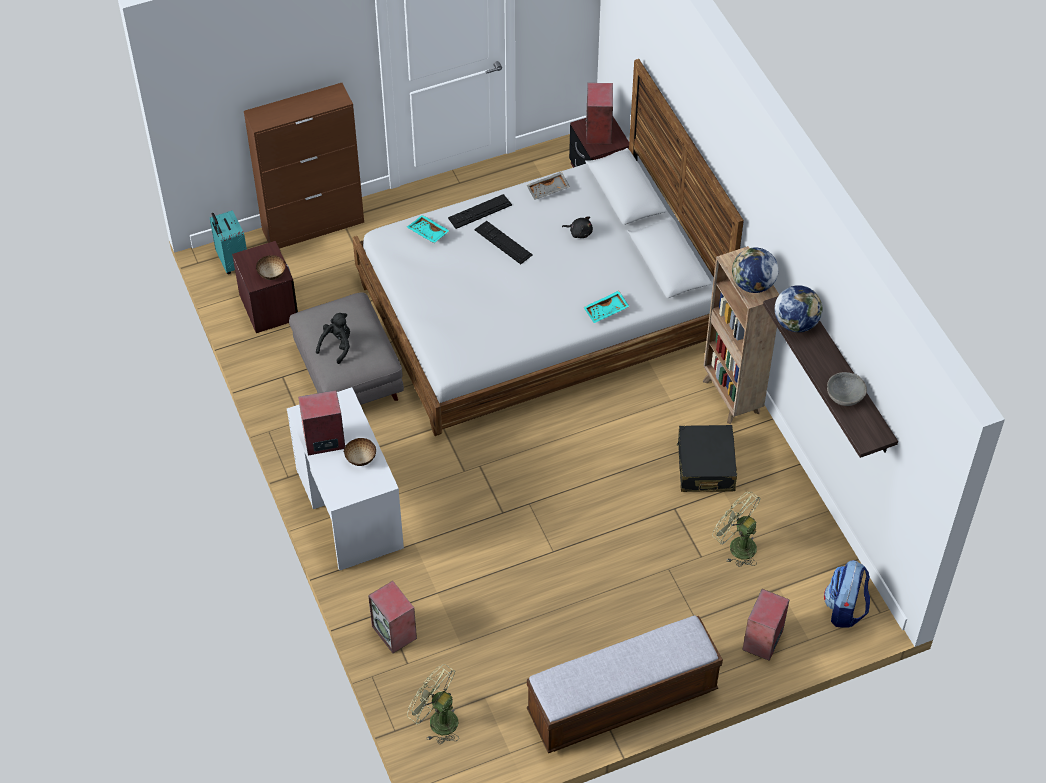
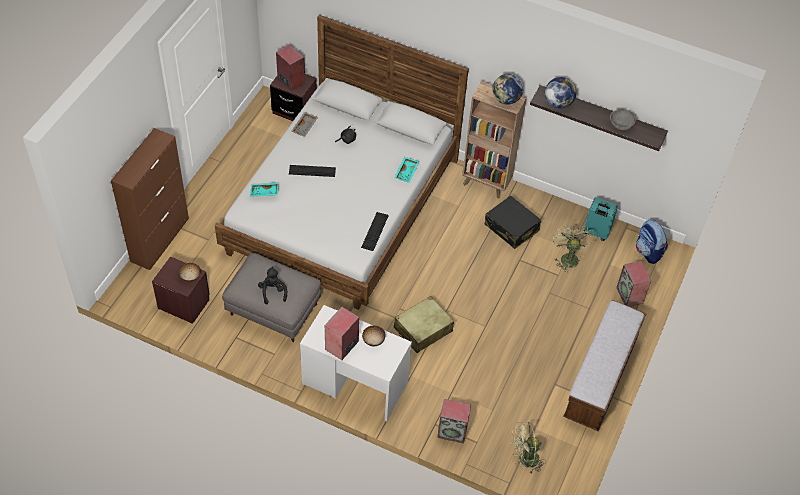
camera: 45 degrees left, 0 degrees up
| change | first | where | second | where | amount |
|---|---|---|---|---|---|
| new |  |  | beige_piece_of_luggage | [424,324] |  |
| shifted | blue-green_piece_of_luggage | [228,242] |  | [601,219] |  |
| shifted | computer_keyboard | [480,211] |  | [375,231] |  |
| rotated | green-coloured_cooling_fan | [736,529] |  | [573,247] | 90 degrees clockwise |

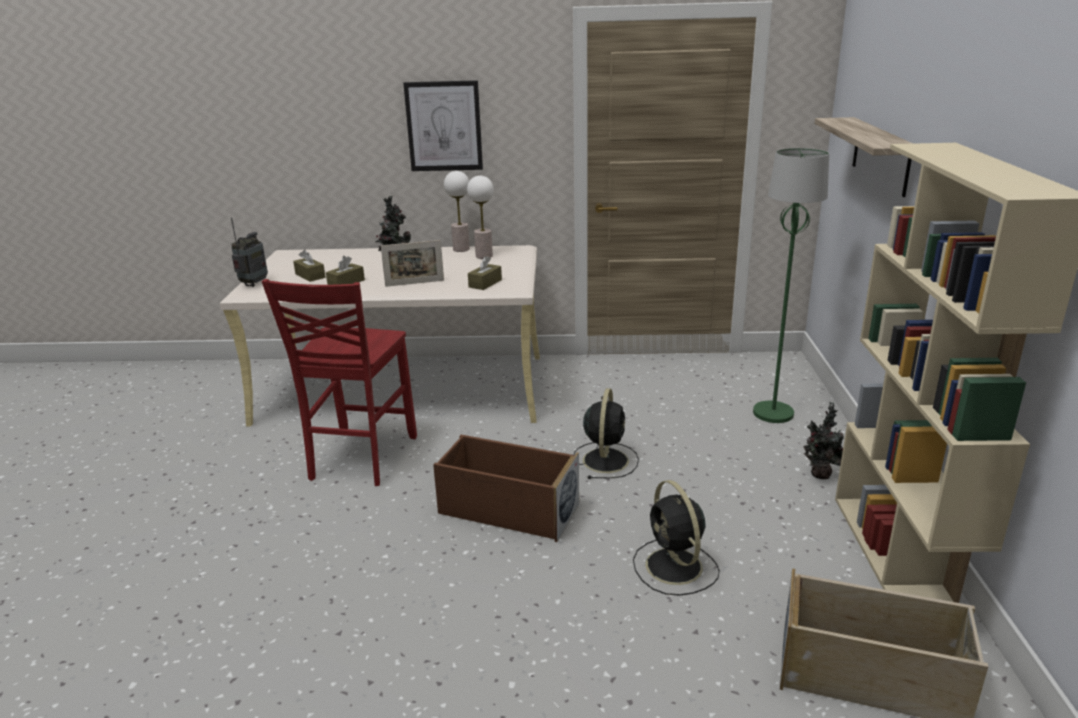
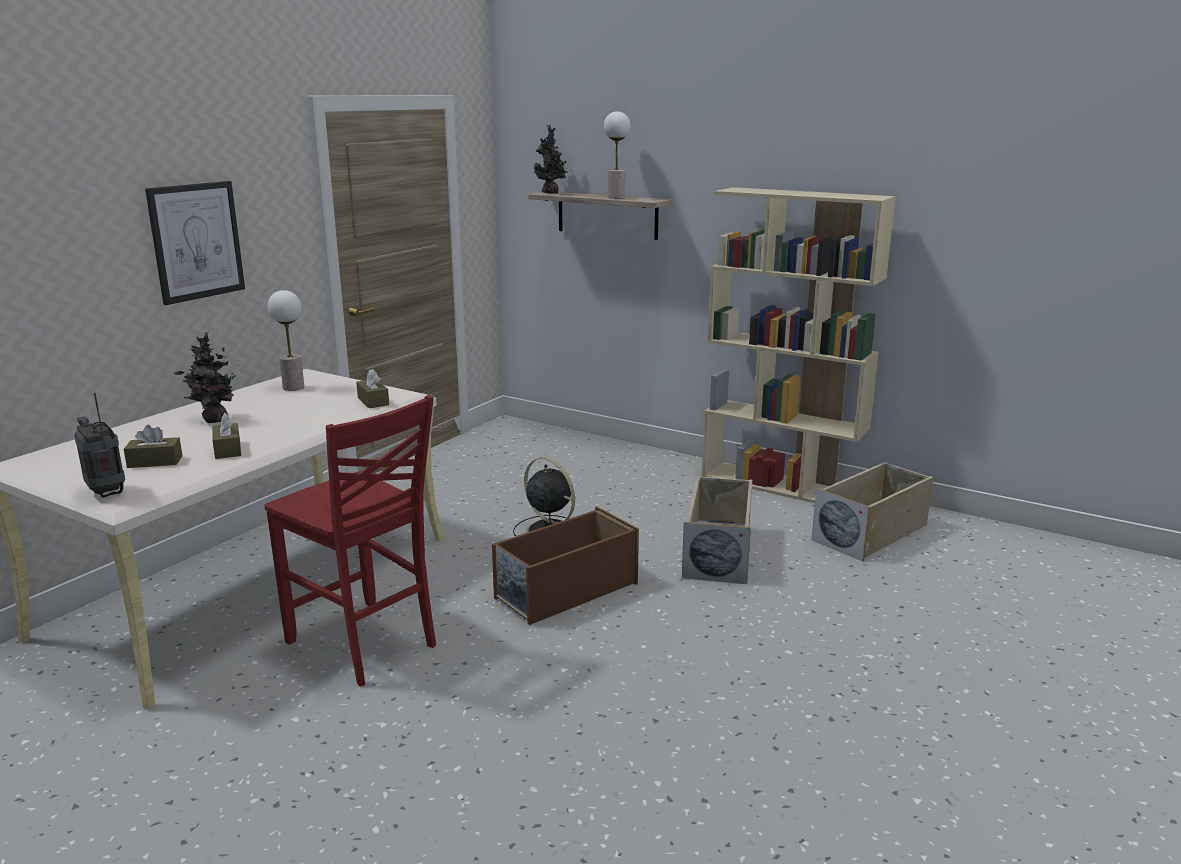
camera: 60 degrees left, 5 degrees down
| change | first | where | second | where | amount |
|---|---|---|---|---|---|
| gone | photo_frame | [412,263] |  |  |  |
| gone | green-coloured_standard_lamp | [791,285] |  |  |  |
| shifted | lamp_for_a_table | [457,211] |  | [617,155] |  |
| shifted | potted_plant | [824,440] |  | [551,159] |  |
| swapped | black-coloured_cooling_fan | [676,538] | beige_storage_box | [717,530] |  |

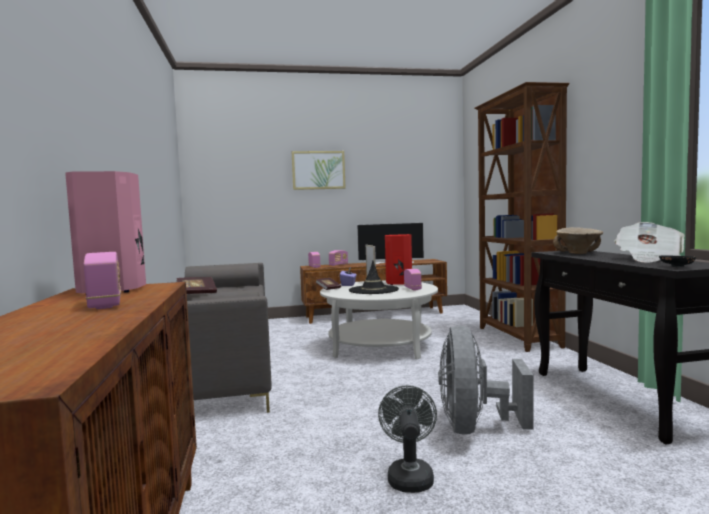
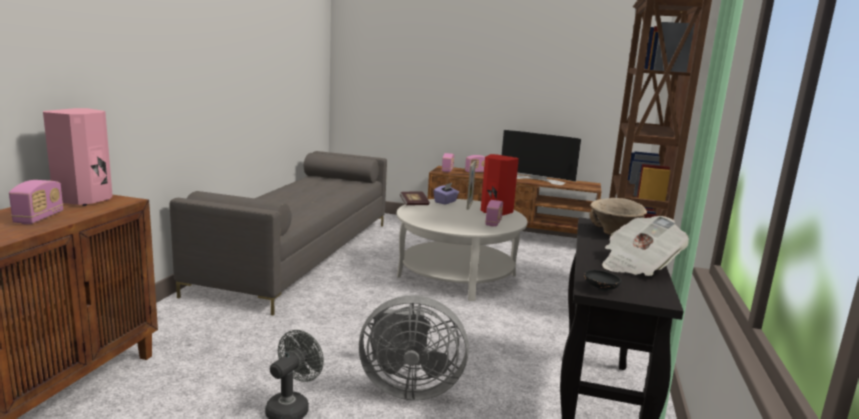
camera: 25 degrees right, 10 degrees up
| change | first | where | second | where | amount |
|---|---|---|---|---|---|
| gone | book | [196,285] |  |  |  |
| gone | picture | [319,170] |  |  |  |
| gone | black-coloured_clothing_hat | [374,277] |  |  |  |
| rotated | greyish_cooling_fan | [485,380] |  | [414,347] | 120 degrees counterclockwise |

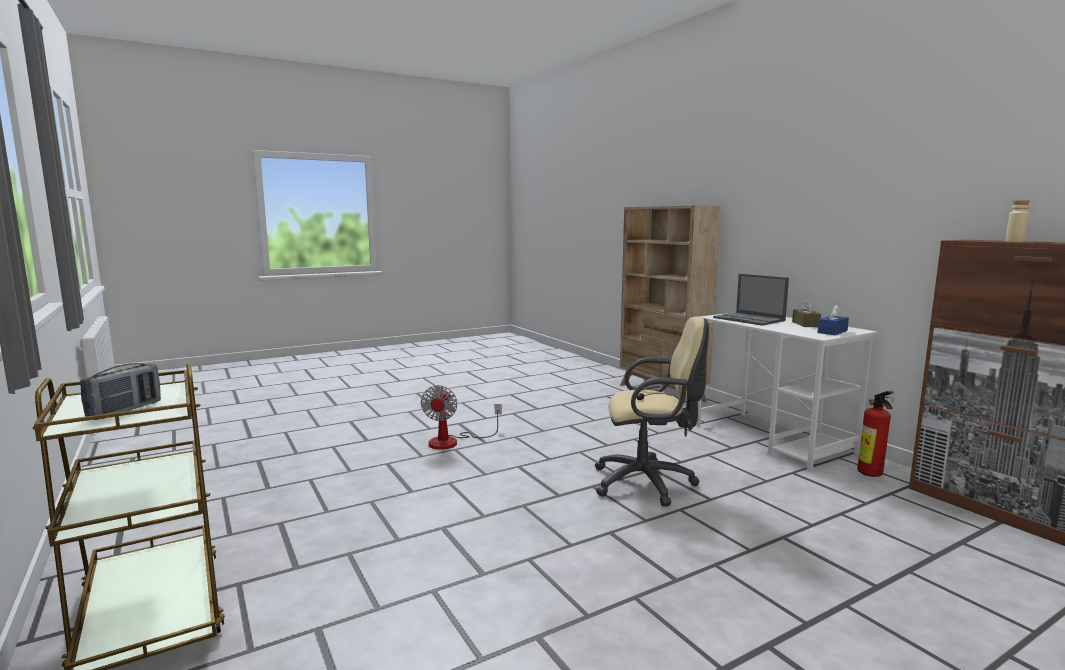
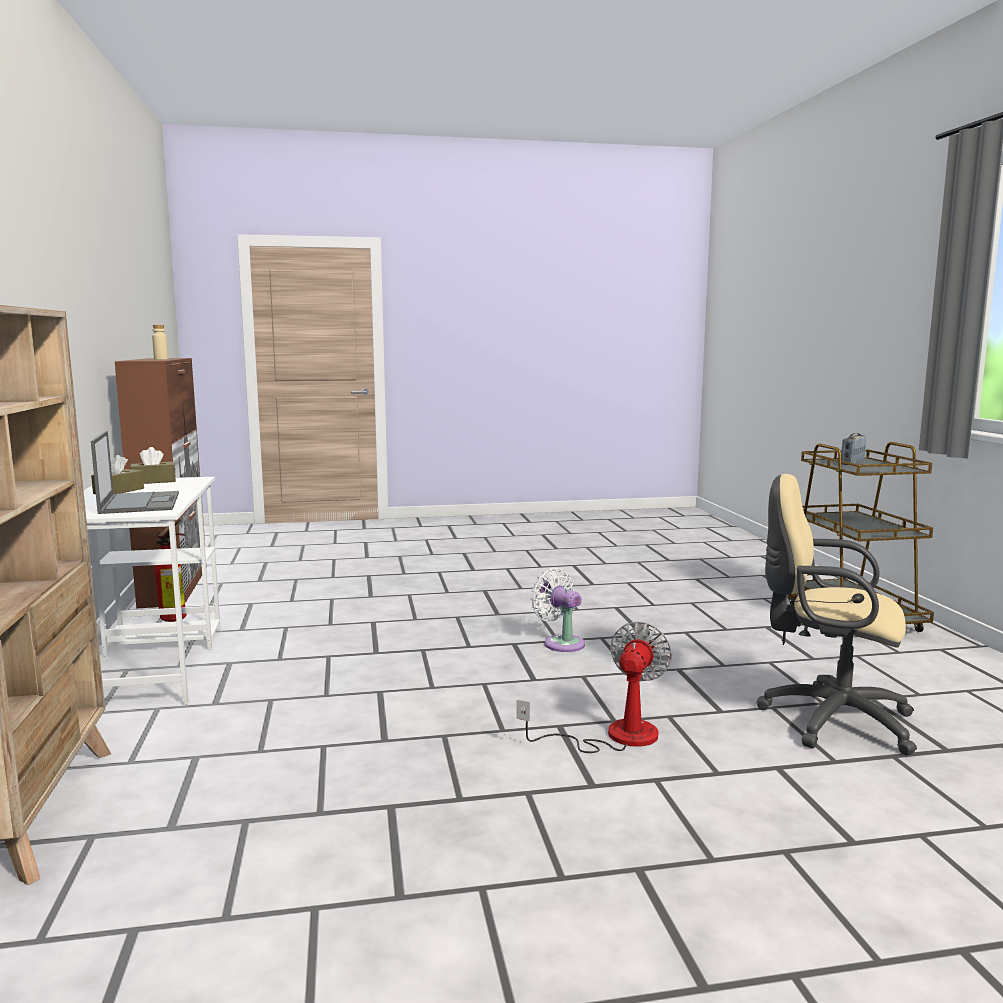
camera: 160 degrees left, 0 degrees up
| change | first | where | second | where | amount |
|---|---|---|---|---|---|
| new |  |  | white-coloured_cooling_fan | [557,610] |  |
| shifted | beige_computer_chair | [652,411] |  | [836,614] |  |
| repainted | bluish_tissue_box | [833,320] | brownish_tissue_box | [153,465] |  |

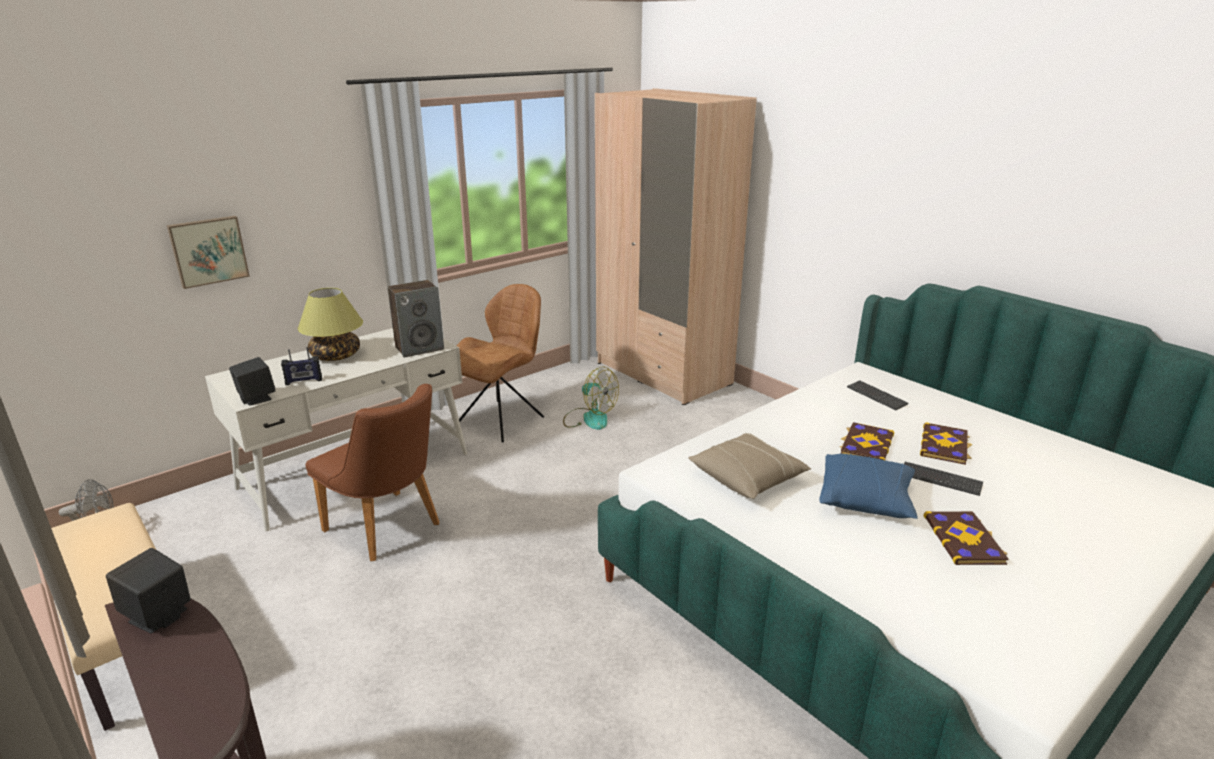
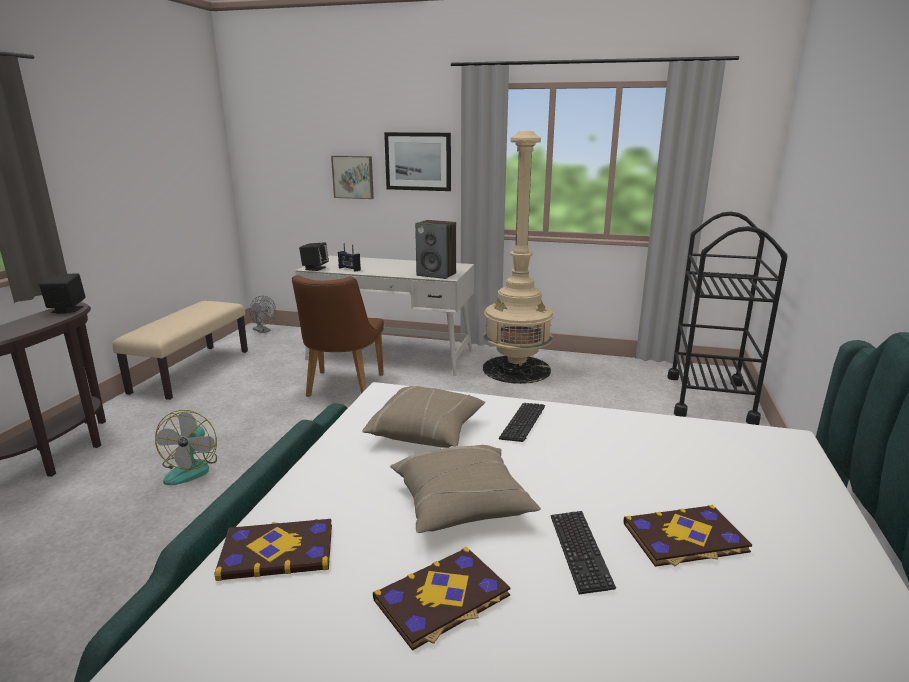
camera: 55 degrees right, 5 degrees down
| change | first | where | second | where | amount |
|---|---|---|---|---|---|
| gone | lamp_for_a_table | [330,324] |  |  |  |
| new |  |  | picture | [417,161] |  |
| shifted | cooling_fan | [591,398] |  | [186,447] |  |
| shifted | book | [867,441] |  | [273,550] |  |
| shifted | computer_keyboard | [878,395] |  | [522,422] |  |
| swapped | brownish_upright_chair | [500,363] | beige_standard_lamp | [518,257] |  |
| swapped | beige_armoire | [676,246] | black-coloured_cart | [727,318] |  |
| repainted | bluish_throw_pillow | [868,486] | beige_throw_pillow | [465,489] |  |

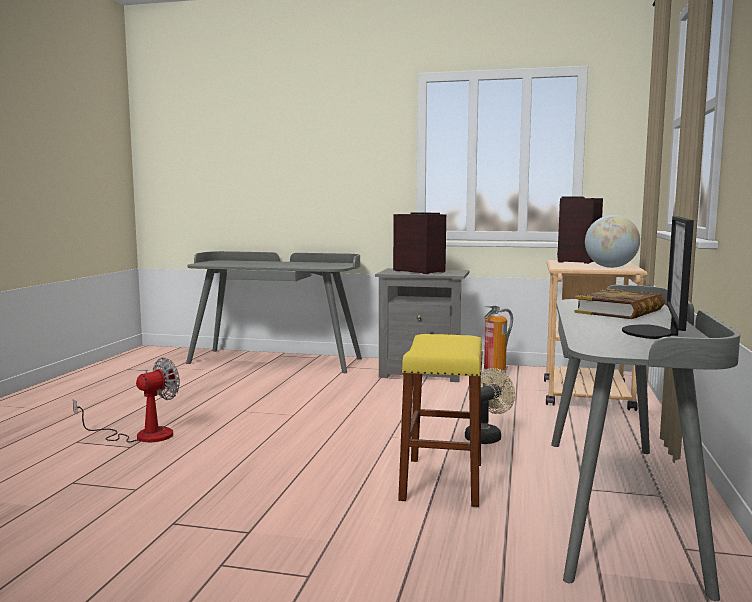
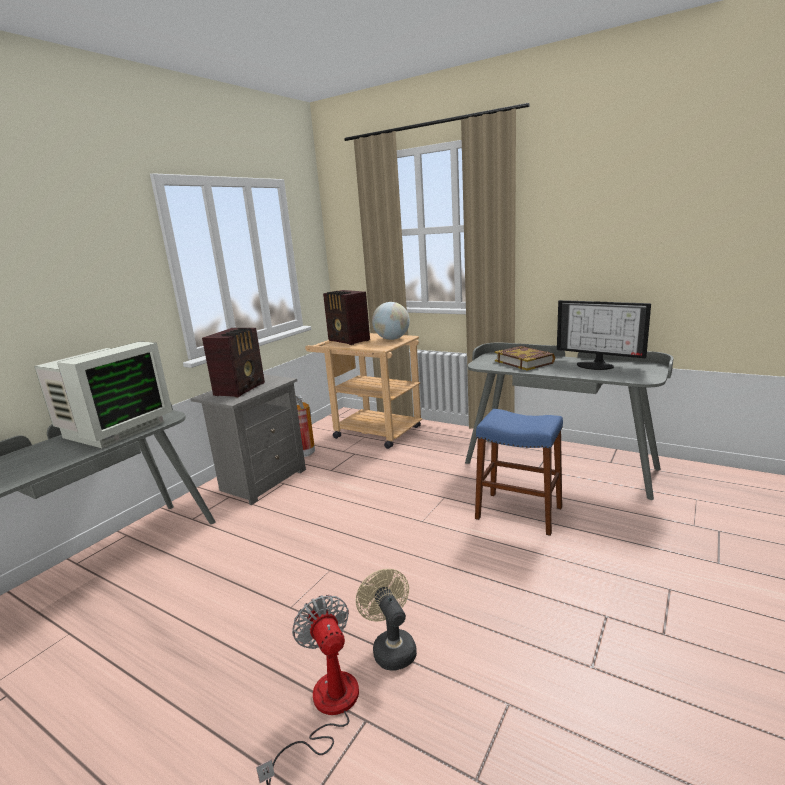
camera: 70 degrees left, 10 degrees up
| change | first | where | second | where | amount |
|---|---|---|---|---|---|
| new |  |  | computer_display | [103,394] |  |
| shifted | beige_cooling_fan | [490,406] |  | [386,620] |  |
| repainted | yellowish_stool_seat | [440,420] | bluish_stool_seat | [519,472] |  |
| rotated | radio_receiver | [419,243] |  | [233,362] | 135 degrees clockwise |

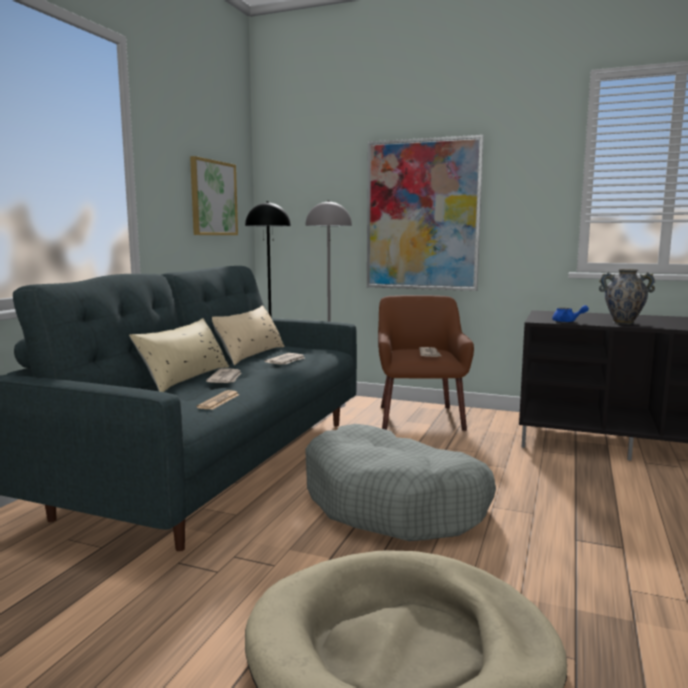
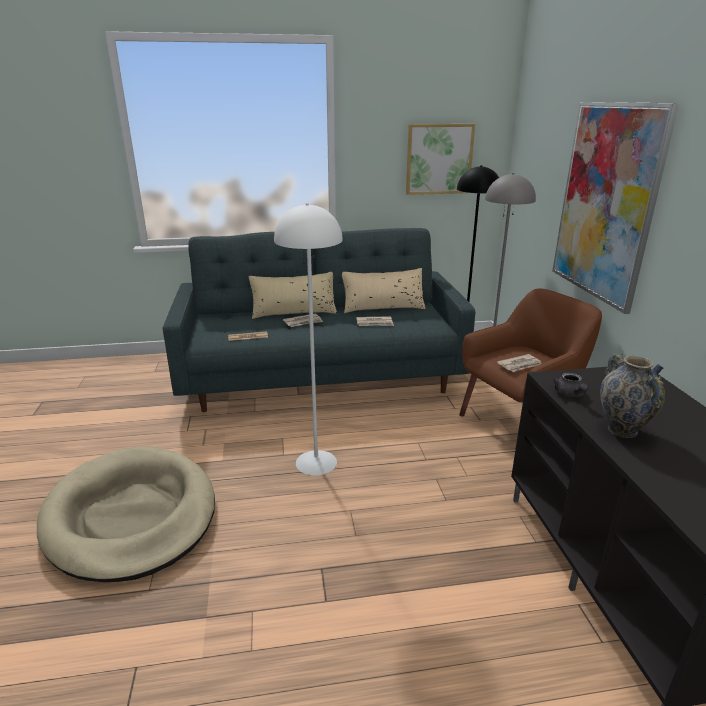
camera: 60 degrees right, 15 degrees up
| change | first | where | second | where | amount |
|---|---|---|---|---|---|
| swapped | greyish_pet_bed | [400,482] | white-coloured_standard_lamp | [308,339] |  |
| repainted | bluish_tea_pot | [570,313] | greyish_tea_pot | [571,385] |  |

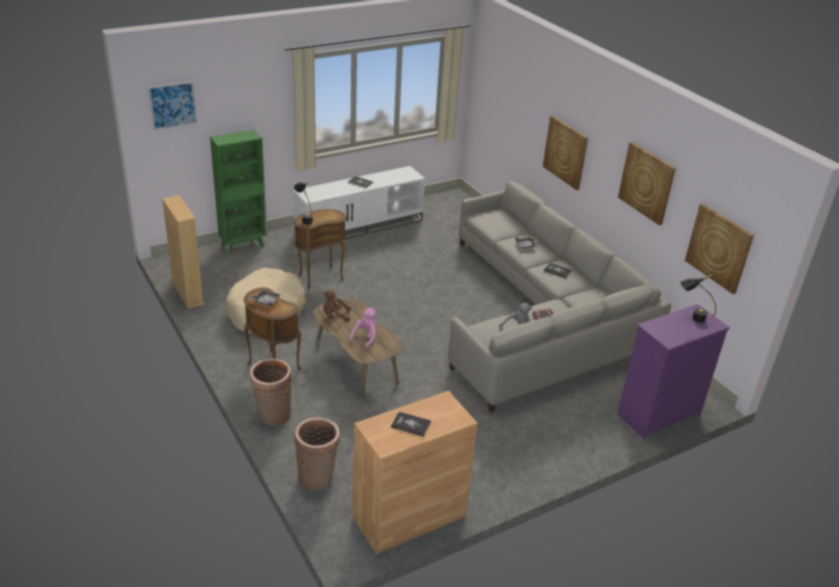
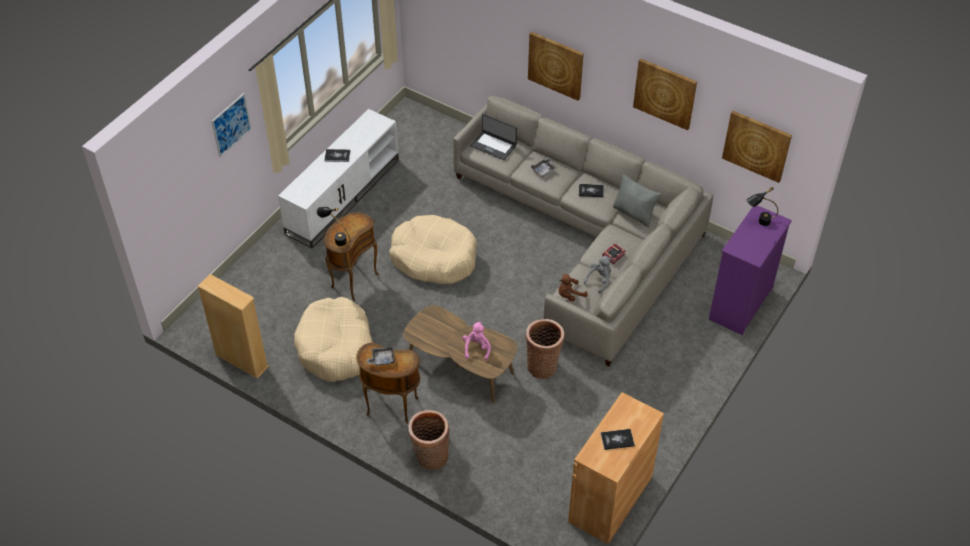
camera: 25 degrees left, 15 degrees up
| change | first | where | second | where | amount |
|---|---|---|---|---|---|
| gone | green-coloured_bookcase | [238,192] |  |  |  |
| new |  |  | beige_pet_bed | [433,249] |  |
| new |  |  | laptop | [493,137] |  |
| new |  |  | greyish_throw_pillow | [637,200] |  |
| shifted | picture | [172,105] |  | [231,125] |  |
| shifted | basket | [317,453] |  | [545,349] |  |
| shifted | brownish_cuddly_toy | [337,305] |  | [573,288] |  |

